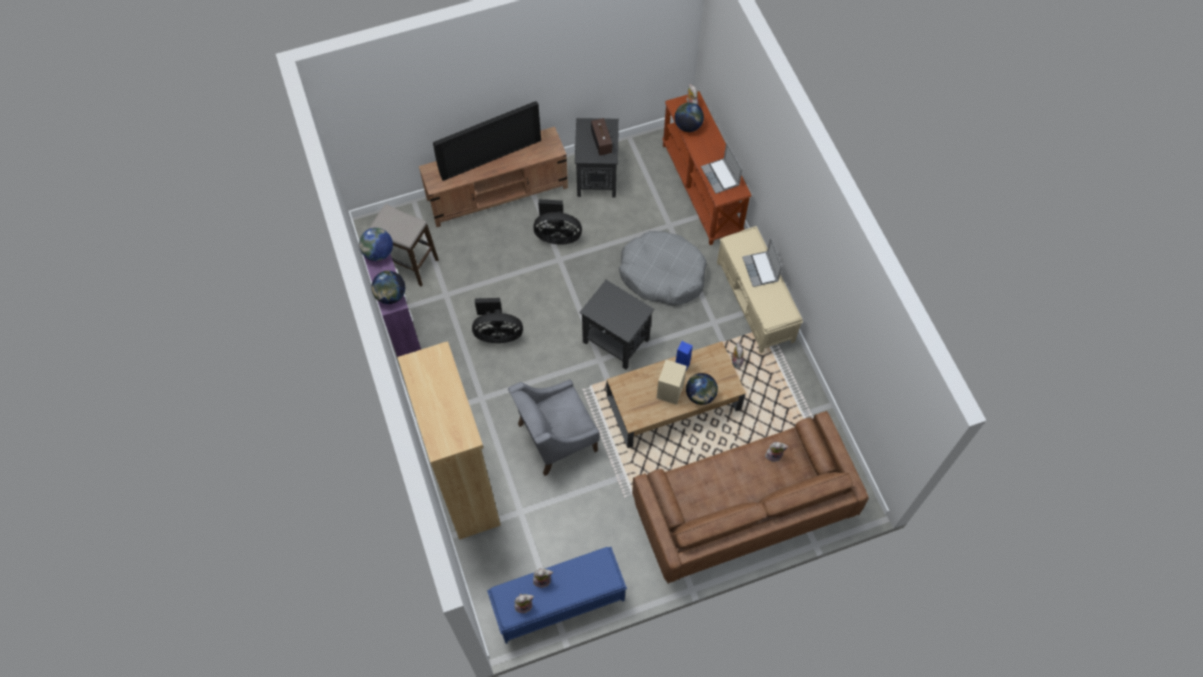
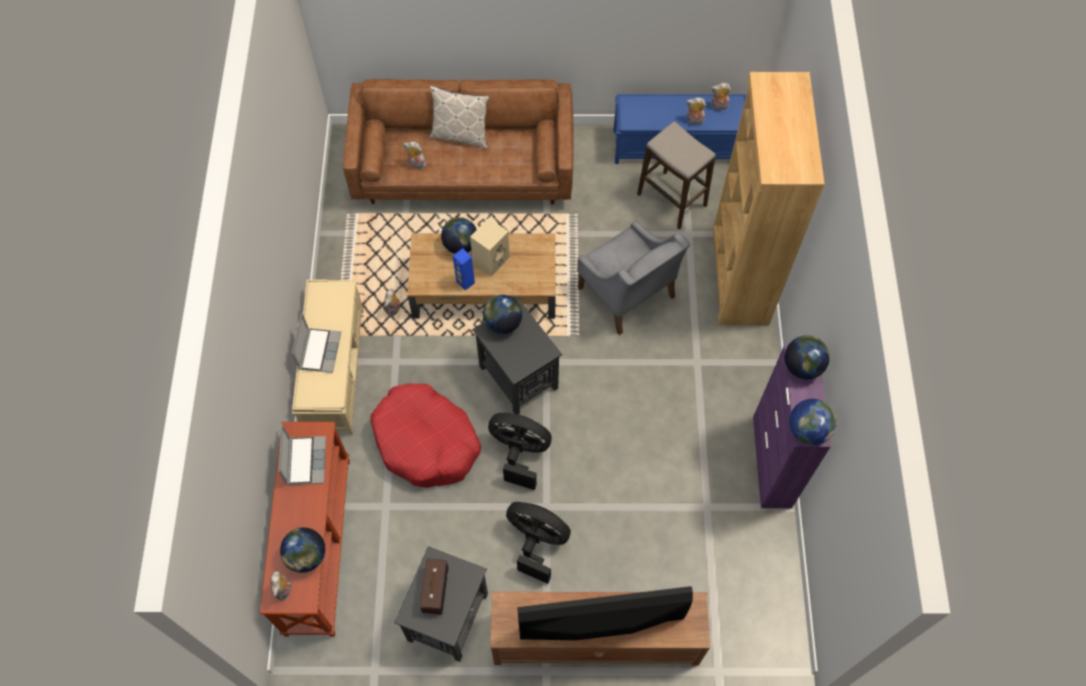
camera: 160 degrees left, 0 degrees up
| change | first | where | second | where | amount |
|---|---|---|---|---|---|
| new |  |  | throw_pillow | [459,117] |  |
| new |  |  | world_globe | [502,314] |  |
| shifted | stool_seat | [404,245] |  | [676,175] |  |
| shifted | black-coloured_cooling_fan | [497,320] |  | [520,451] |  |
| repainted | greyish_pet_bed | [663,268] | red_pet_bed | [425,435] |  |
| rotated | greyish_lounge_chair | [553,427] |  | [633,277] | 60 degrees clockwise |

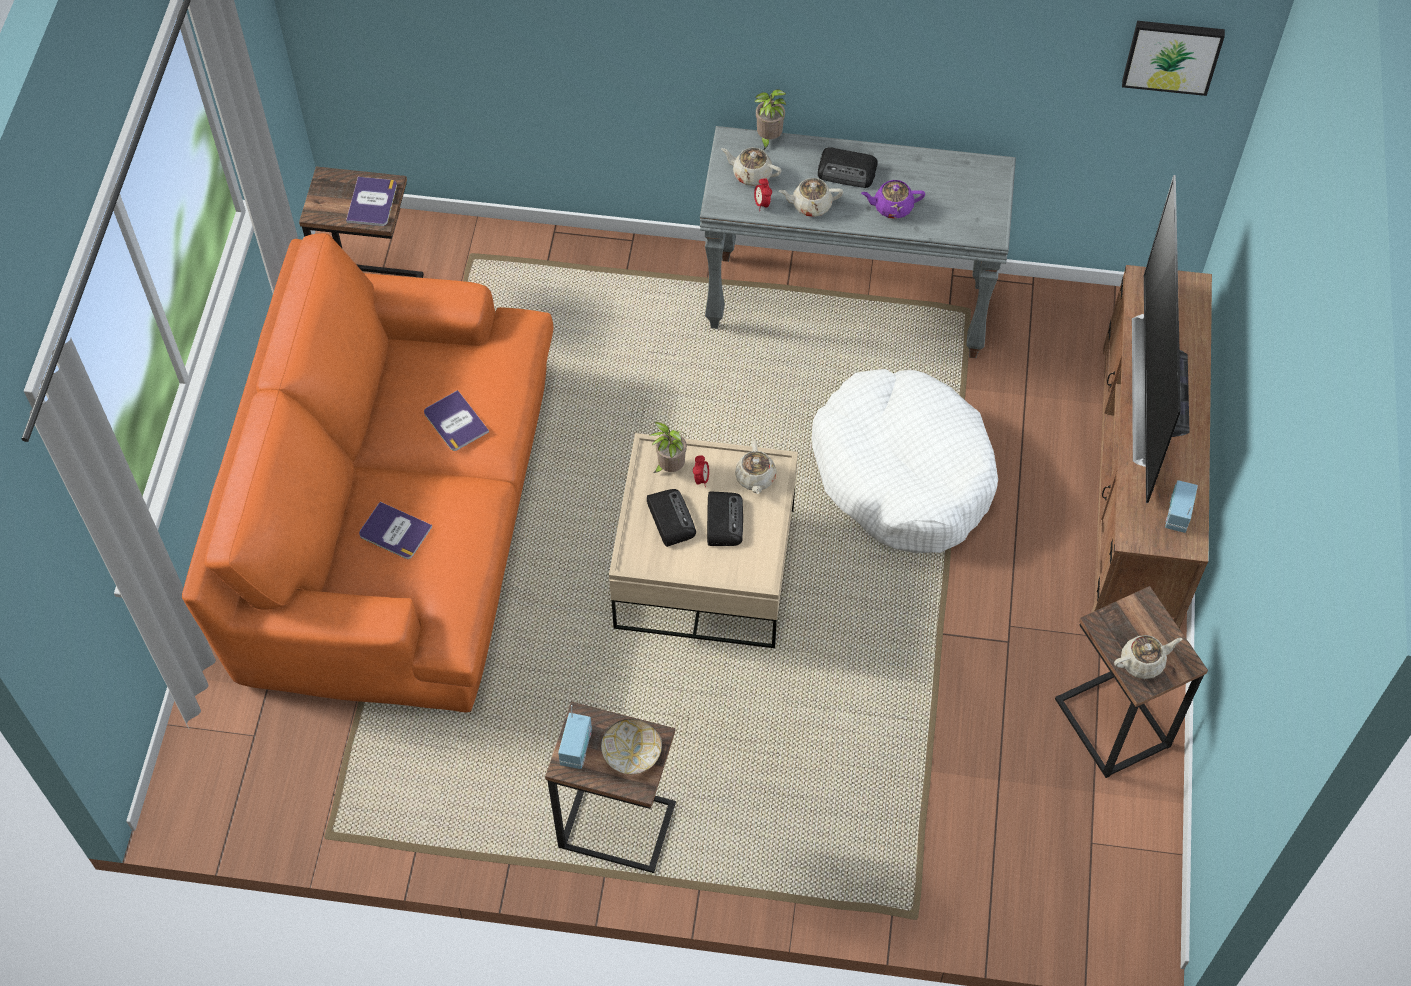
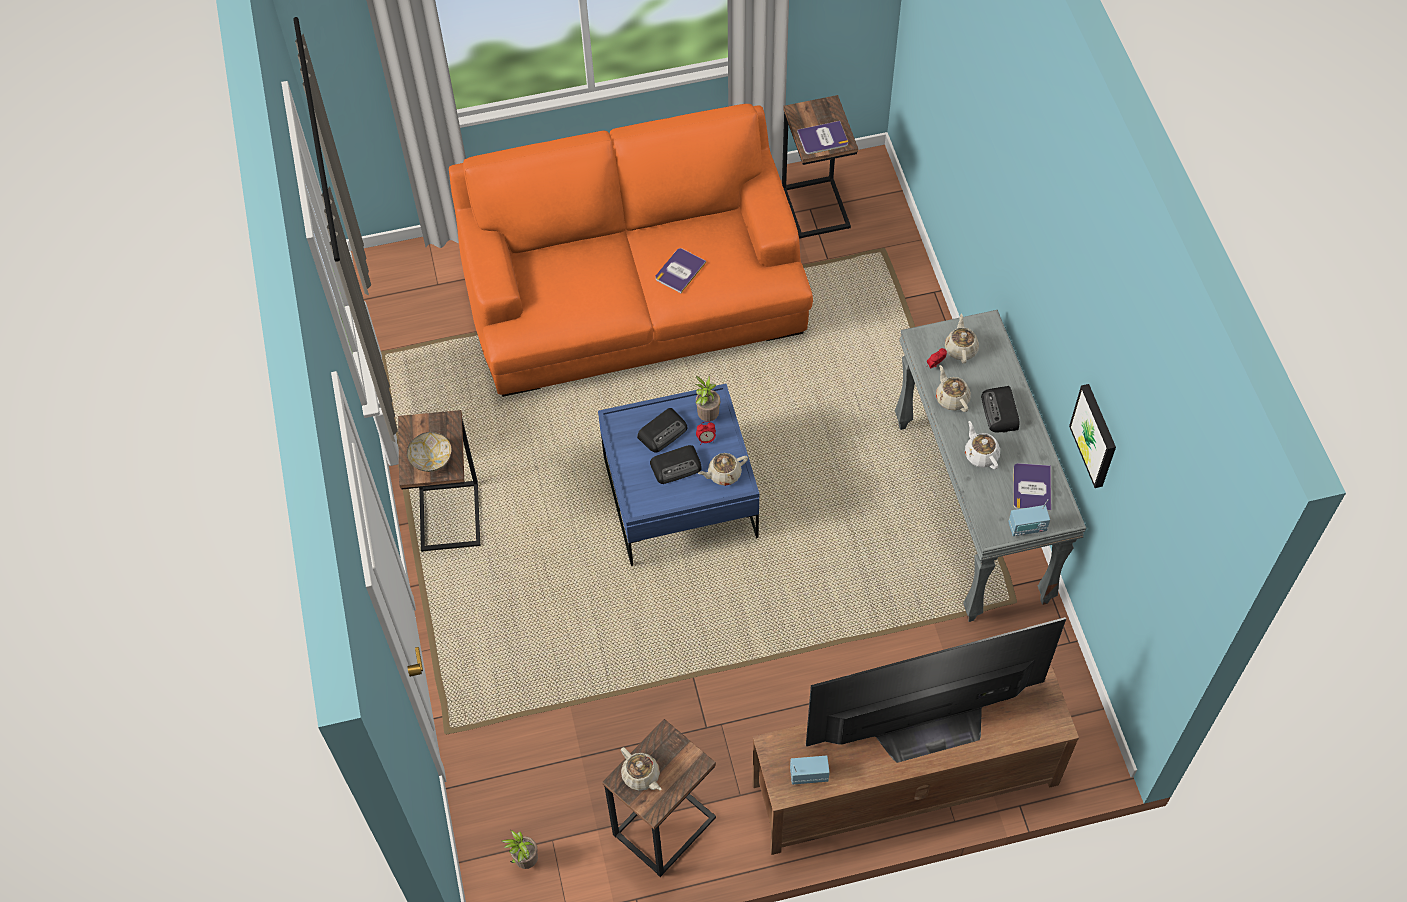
camera: 70 degrees right, 0 degrees up
| change | first | where | second | where | amount |
|---|---|---|---|---|---|
| gone | white-coloured_pet_bed | [905,461] |  |  |  |
| shifted | book | [395,530] |  | [1032,487] |  |
| shifted | radio_receiver | [575,737] |  | [1029,517] |  |
| shifted | potted_plant | [770,120] |  | [519,849] |  |
| shifted | picture | [1173,58] |  | [1092,436] |  |
| repainted | beige_lounge_table | [703,540] | bluish_lounge_table | [678,475] |  |
| repainted | purple-coloured_tea_pot | [893,199] | white-coloured_tea_pot | [982,445] |  |

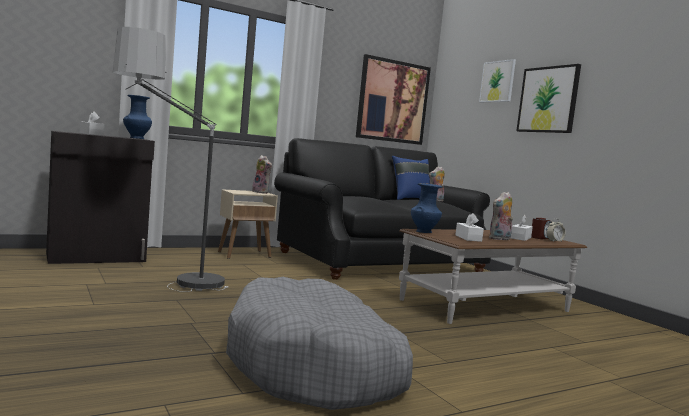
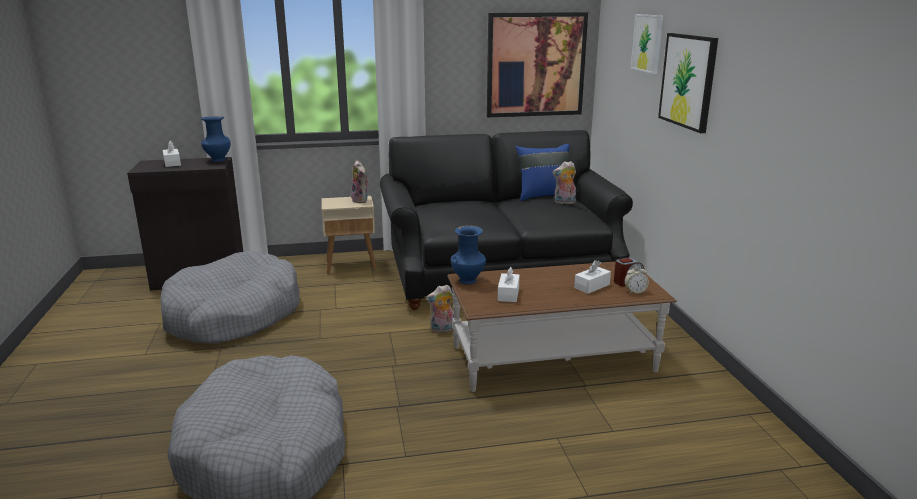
camera: 20 degrees right, 15 degrees up
| change | first | where | second | where | amount |
|---|---|---|---|---|---|
| shifted | cuddly_toy | [501,216] |  | [440,309] |  |
| swapped | standard_lamp | [170,159] | greyish_pet_bed | [229,297] |  |

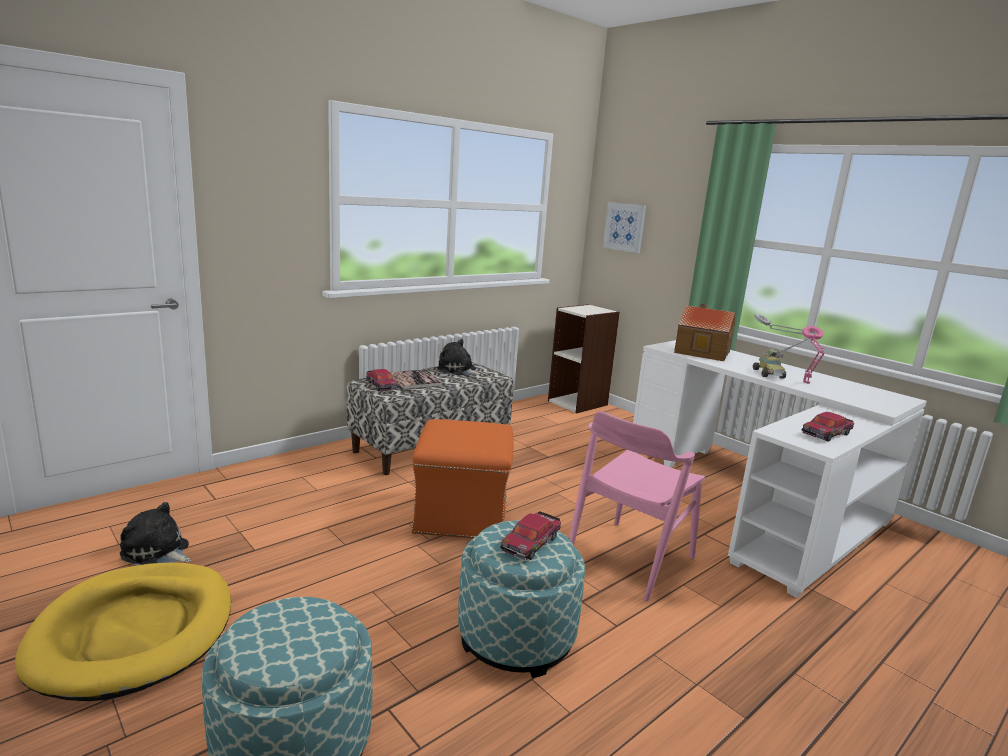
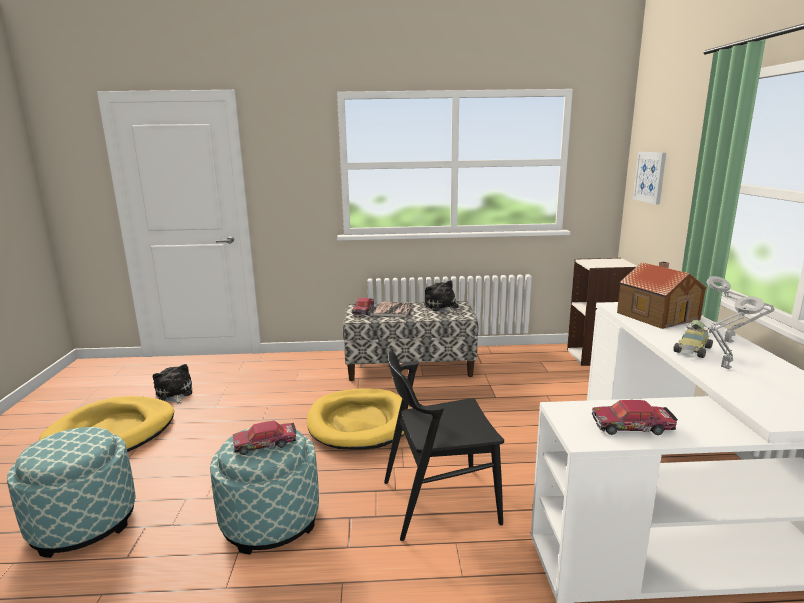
camera: 40 degrees right, 0 degrees up
| change | first | where | second | where | amount |
|---|---|---|---|---|---|
| swapped | orange_pouffe | [462,478] | yellowish_pet_bed | [358,419] |  |
| repainted | pink-coloured_upright_chair | [637,506] | black-coloured_upright_chair | [444,446] |  |
| repainted | pink-coloured_lamp_for_a_table | [813,355] | greyish_lamp_for_a_table | [736,332] |  |

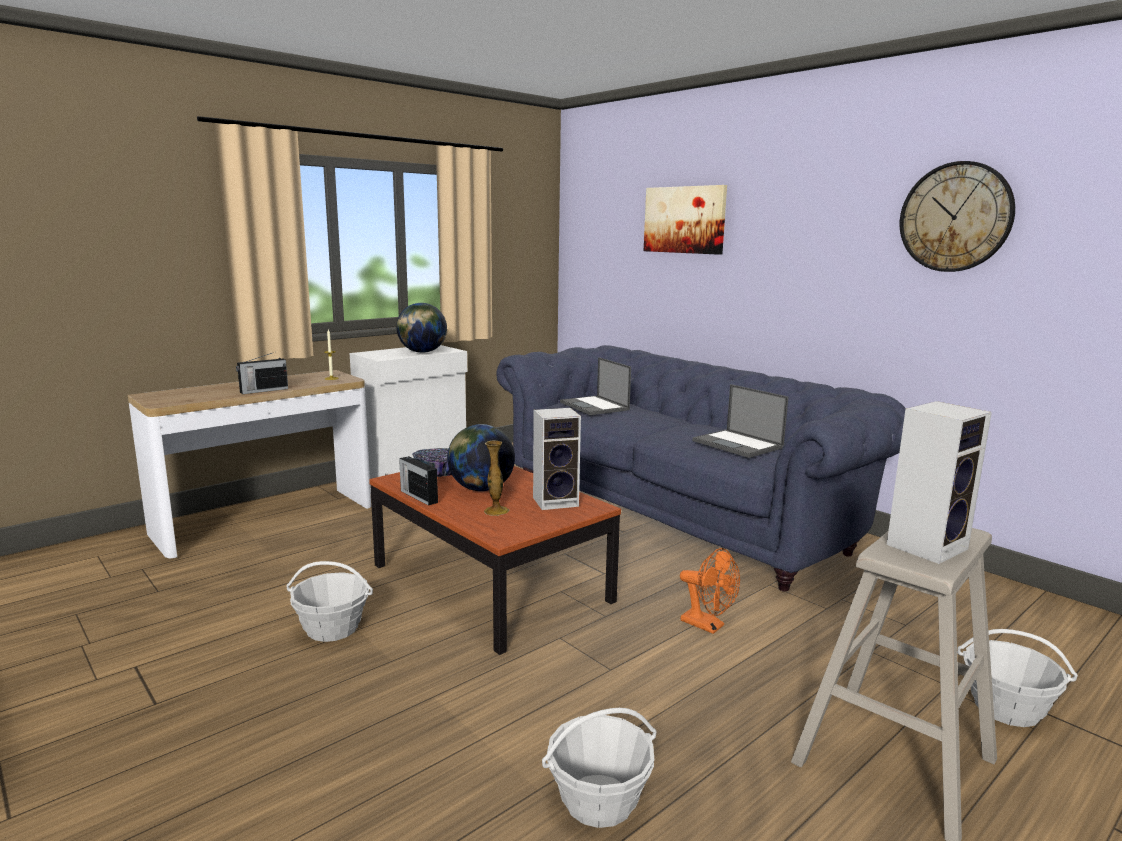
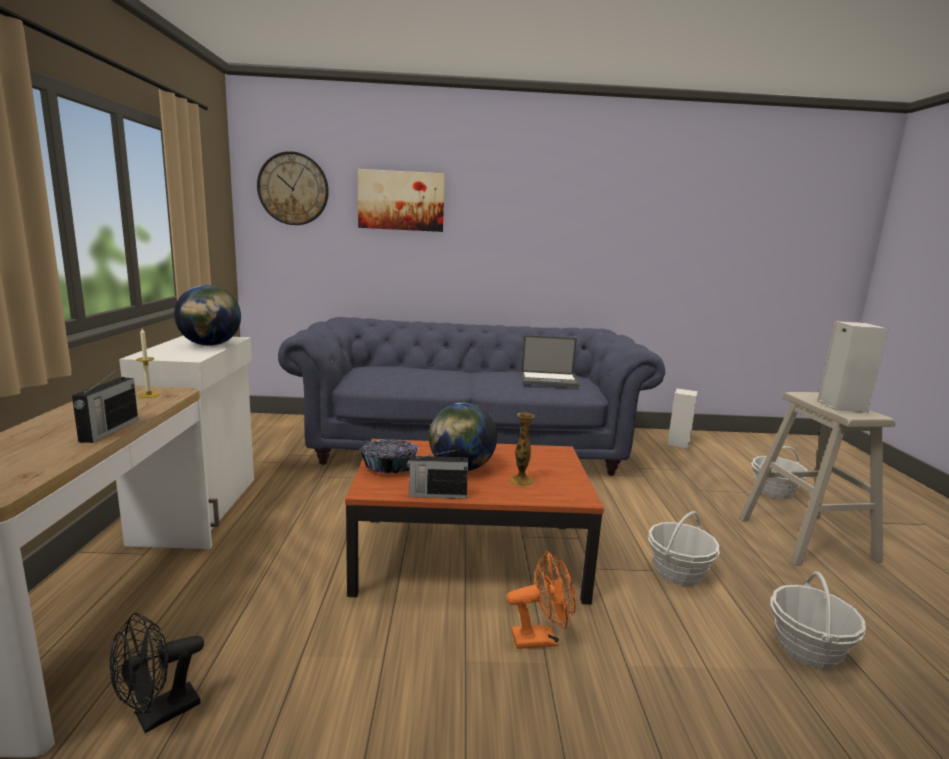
camera: 50 degrees left, 0 degrees up
| change | first | where | second | where | amount |
|---|---|---|---|---|---|
| gone | laptop | [595,386] |  |  |  |
| new |  |  | black-coloured_cooling_fan | [157,673] |  |
| shifted | basket | [329,601] |  | [684,548] |  |
| shifted | audio_speaker | [557,459] |  | [682,418] |  |
| shifted | orange_cooling_fan | [710,591] |  | [541,600] |  |
| shifted | wall_clock | [957,216] |  | [293,188] |  |

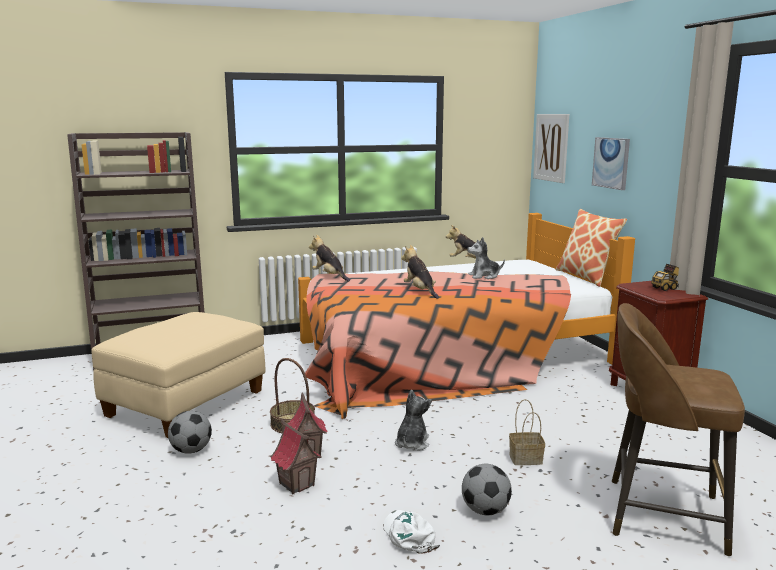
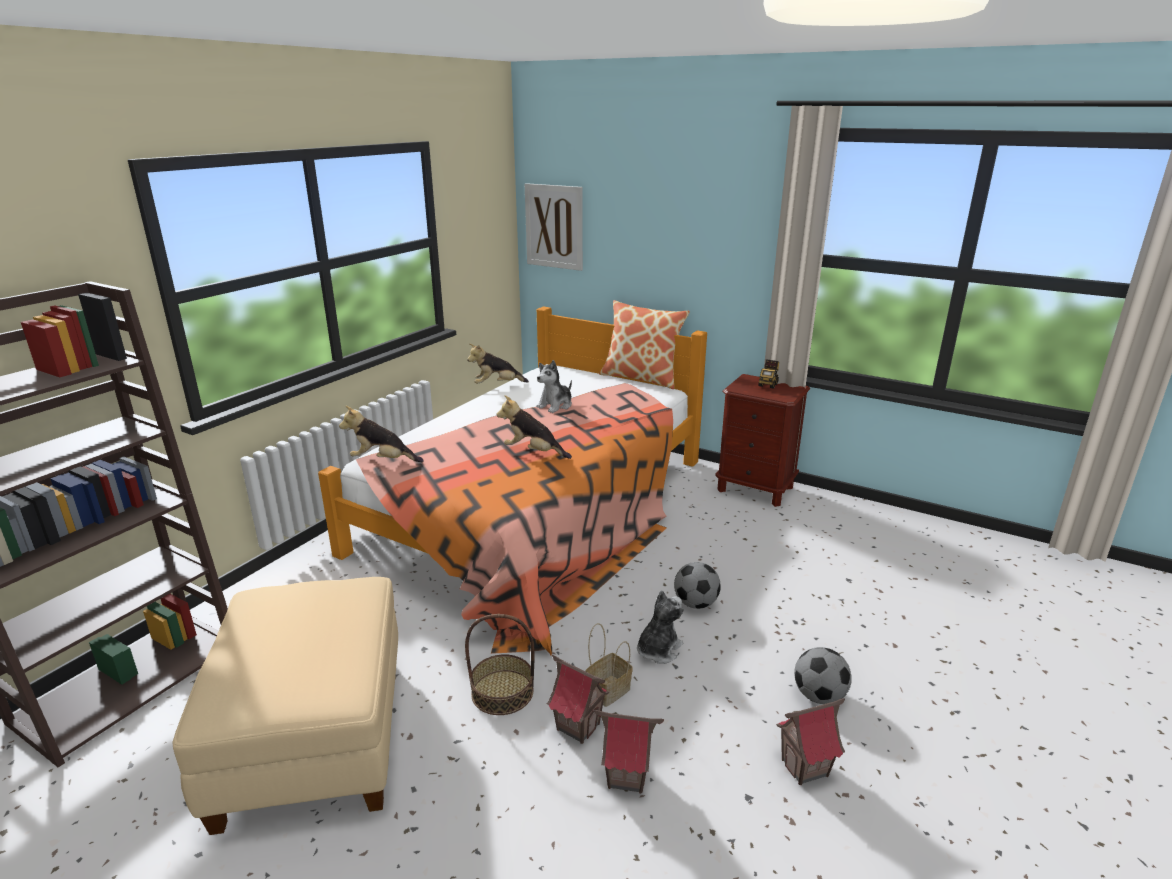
camera: 40 degrees left, 10 degrees up
| change | first | where | second | where | amount |
|---|---|---|---|---|---|
| gone | picture | [611,163] |  |  |  |
| gone | brownish_stool_seat | [678,429] |  |  |  |
| shifted | football_ball | [190,432] |  | [697,585] |  |
| shifted | basket | [527,432] |  | [609,665] |  |
| swapped | white-coloured_peaked_cap | [411,532] | miniature_house | [810,741] |  |
| rotated | cuddly_toy | [413,420] |  | [660,627] | 60 degrees clockwise |

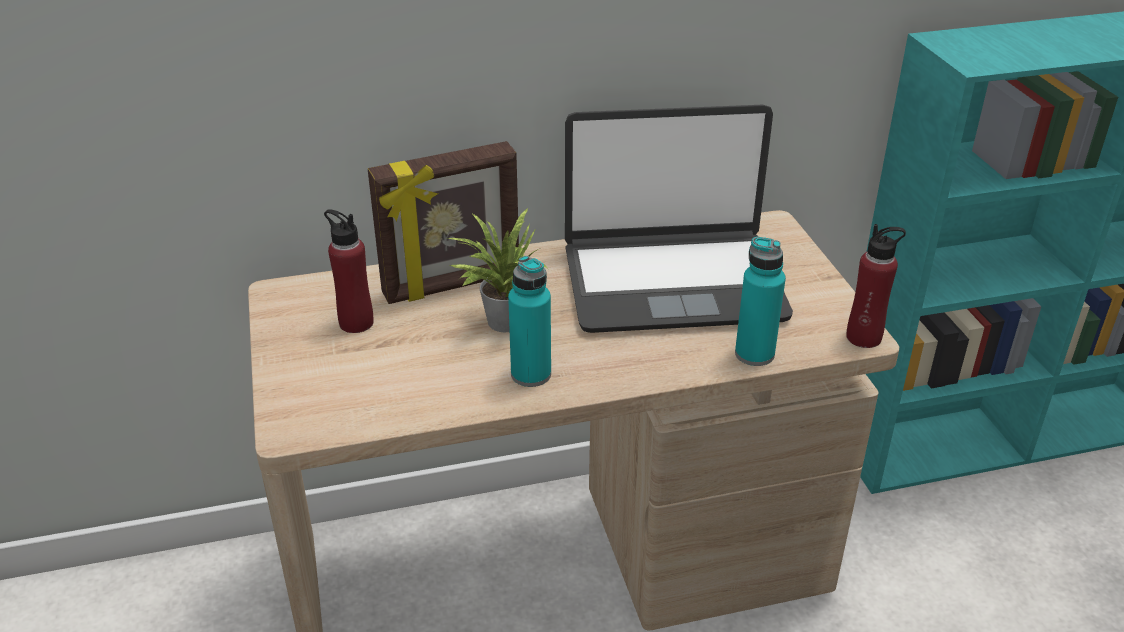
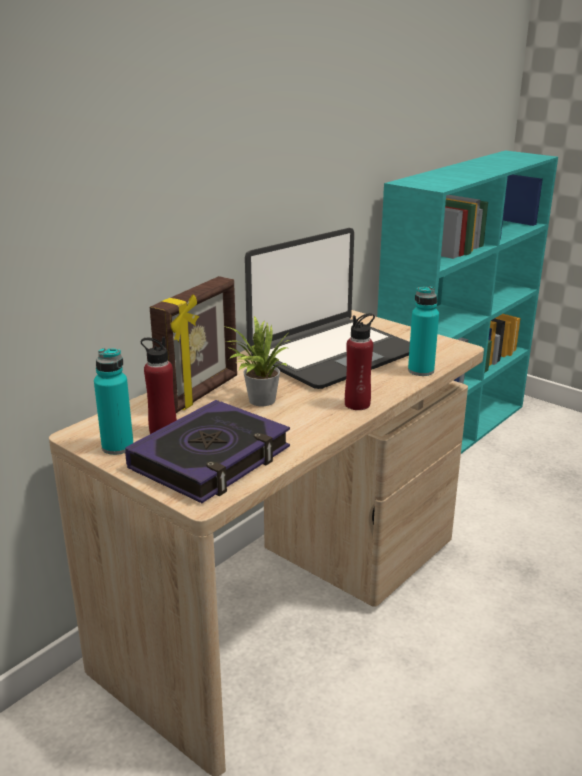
camera: 35 degrees left, 10 degrees down
| change | first | where | second | where | amount |
|---|---|---|---|---|---|
| new |  |  | book | [207,451] |  |
| shifted | blue-green_beverage_bottle | [529,321] |  | [113,401] |  |
| shifted | red_beverage_bottle | [876,286] |  | [360,361] |  |

